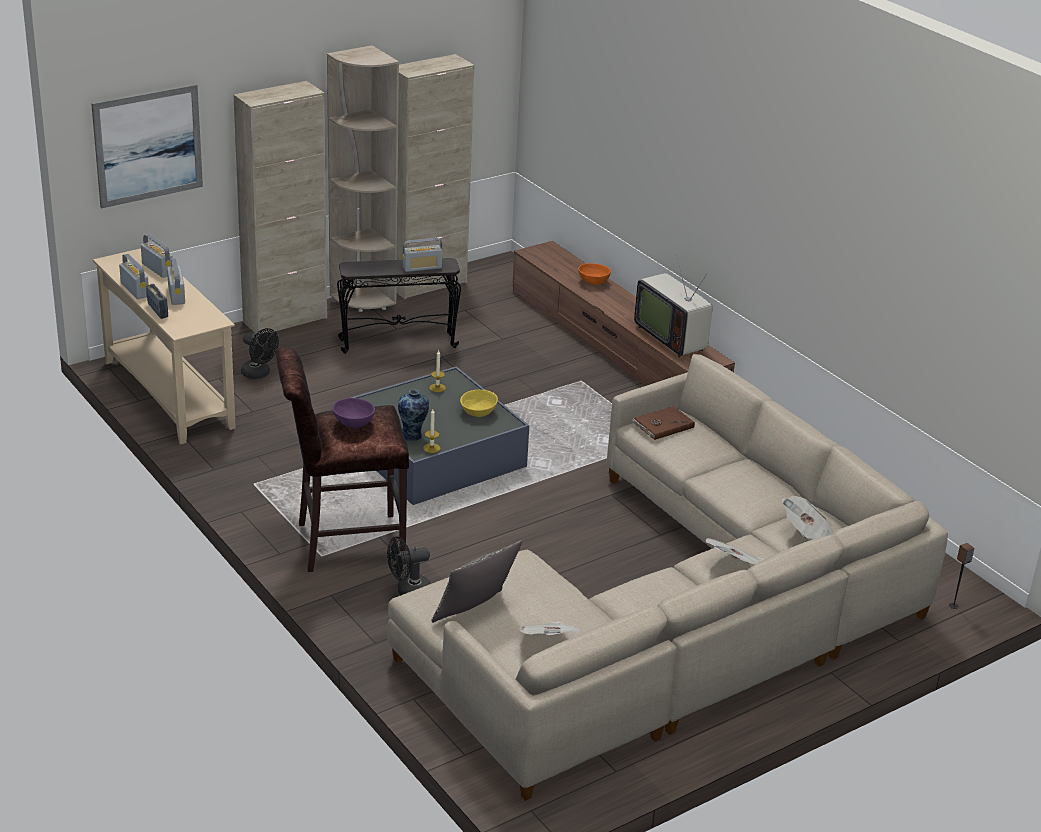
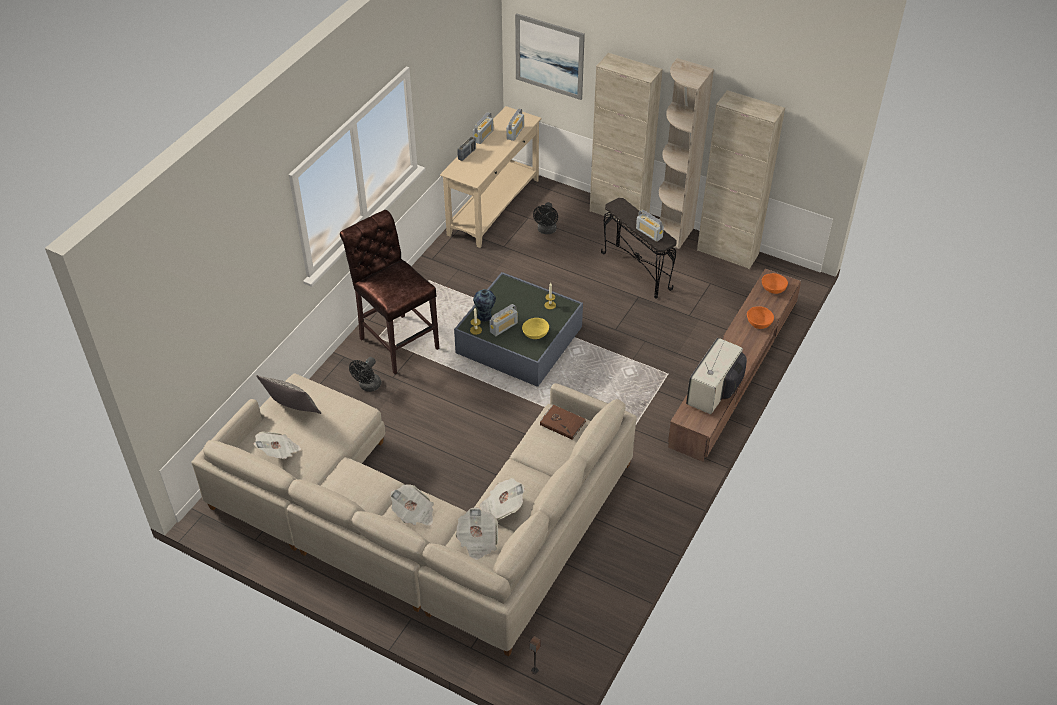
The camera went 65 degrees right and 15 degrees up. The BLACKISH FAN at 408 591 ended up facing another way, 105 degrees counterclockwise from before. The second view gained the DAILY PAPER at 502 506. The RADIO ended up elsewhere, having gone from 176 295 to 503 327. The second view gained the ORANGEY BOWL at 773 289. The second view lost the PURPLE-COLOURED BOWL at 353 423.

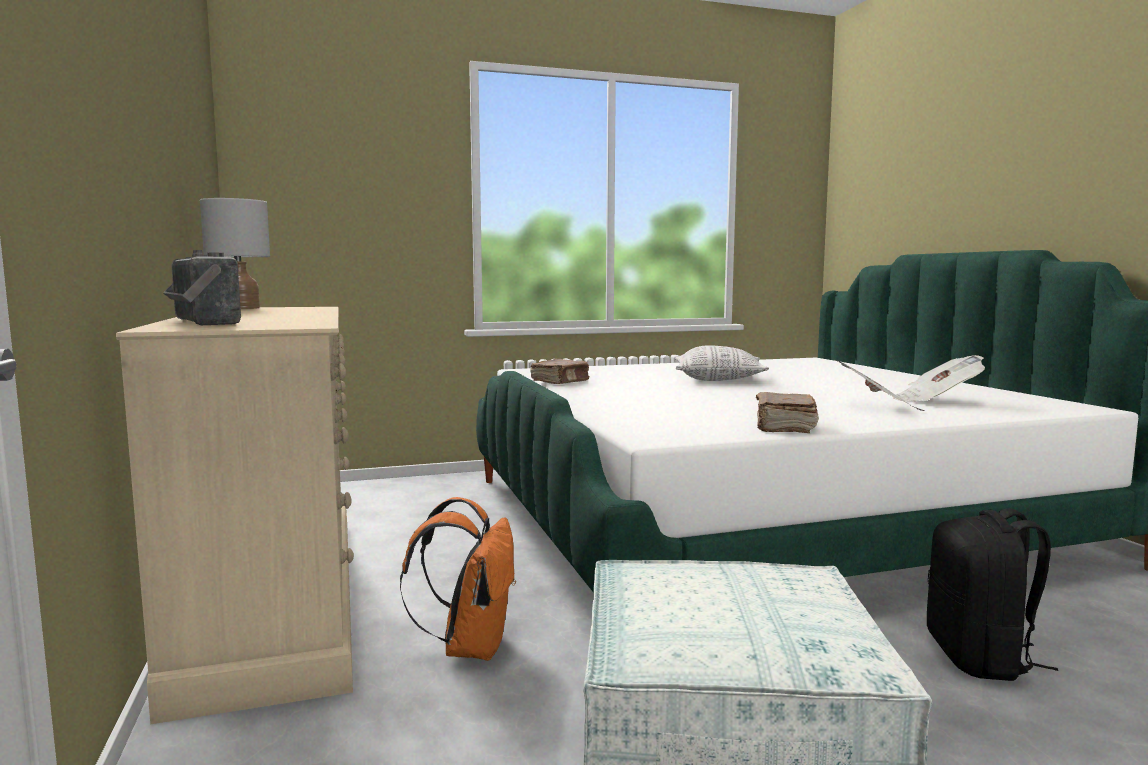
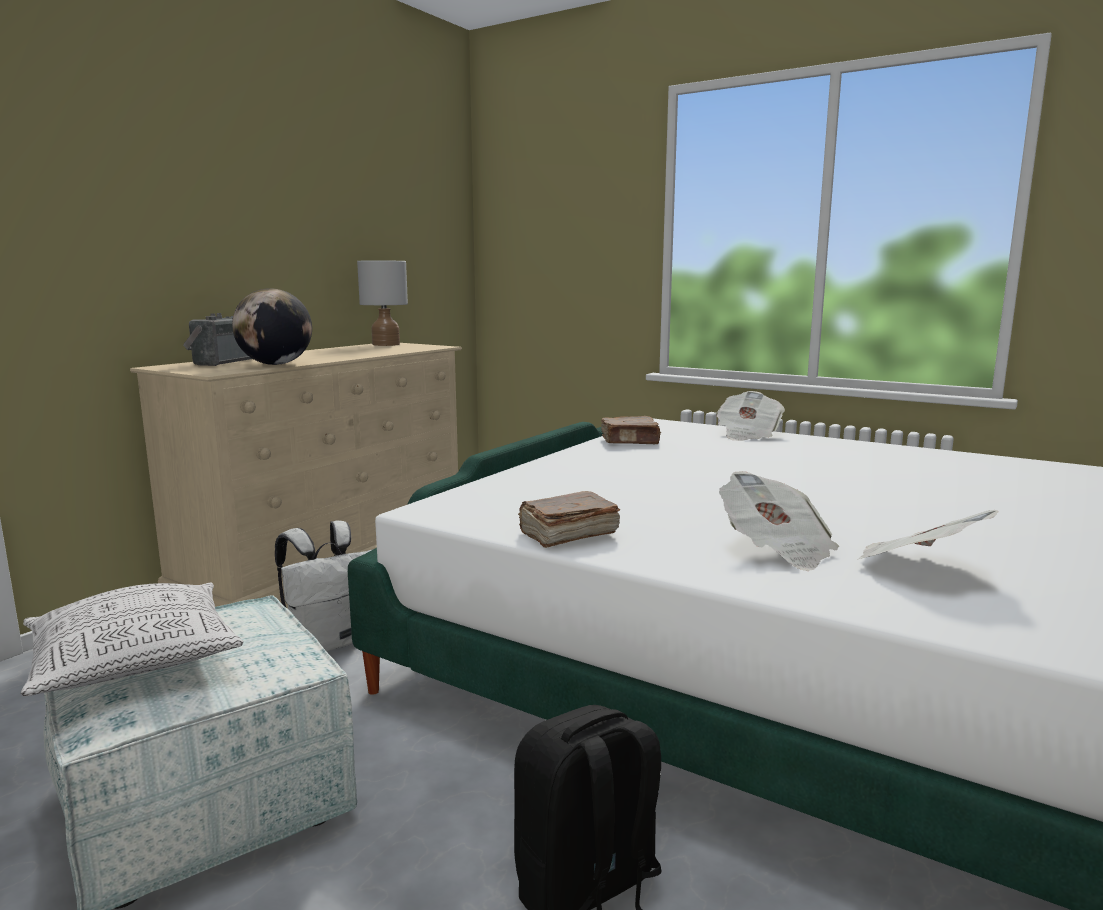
The camera went 50 degrees right and 5 degrees up. The THROW PILLOW ended up elsewhere, having gone from 718 379 to 134 662. The second view gained the DESK GLOBE at 275 364. What was the ORANGEY RUCKSACK at 471 646 turned into the WHITISH RUCKSACK at 328 641. The second view gained the DAILY PAPER at 747 434.

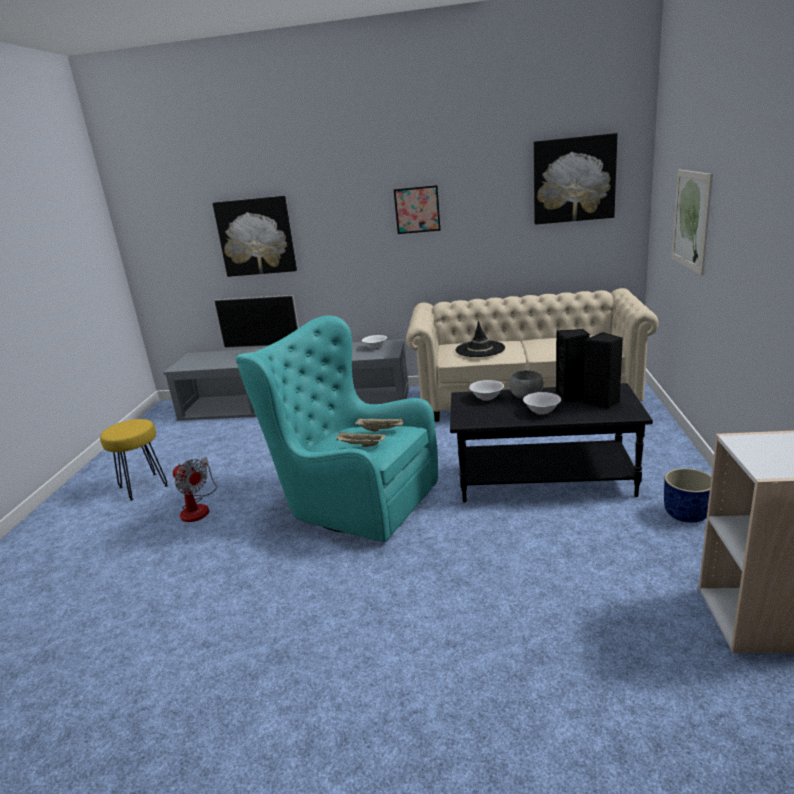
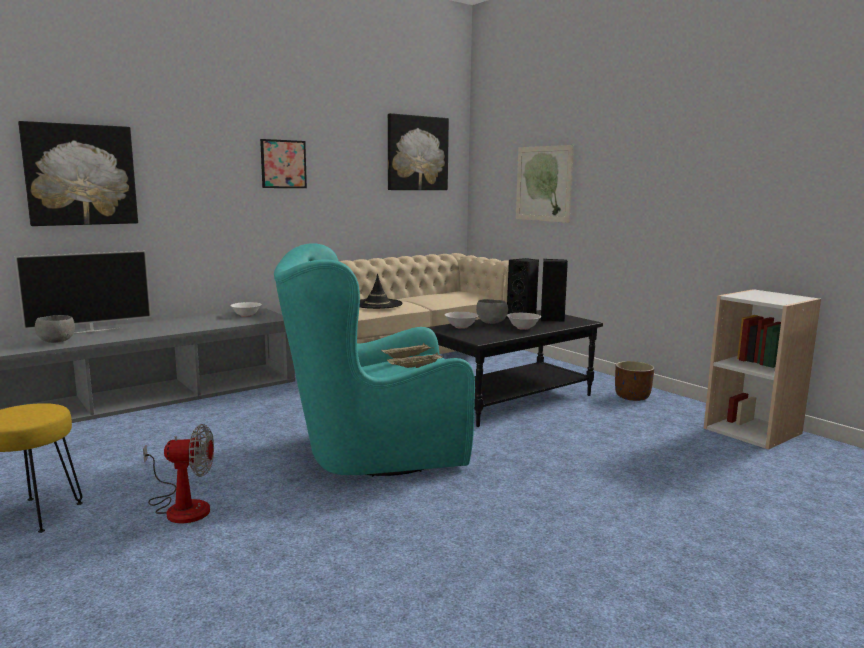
The camera went 45 degrees left and 10 degrees down. The second view gained the GREYISH BOWL at 56 341. What was the BLUE-COLOURED FLOWER POT at 687 514 turned into the BROWNISH FLOWER POT at 633 397.

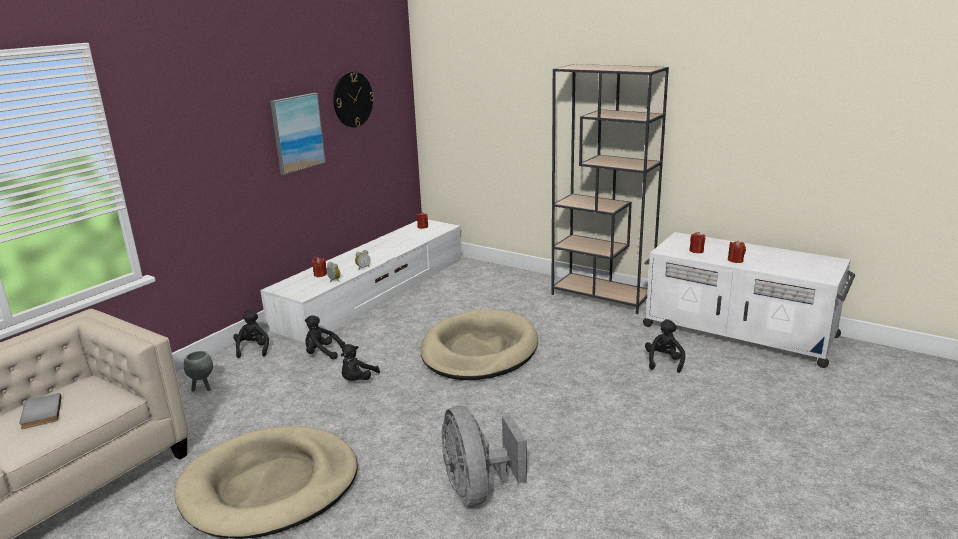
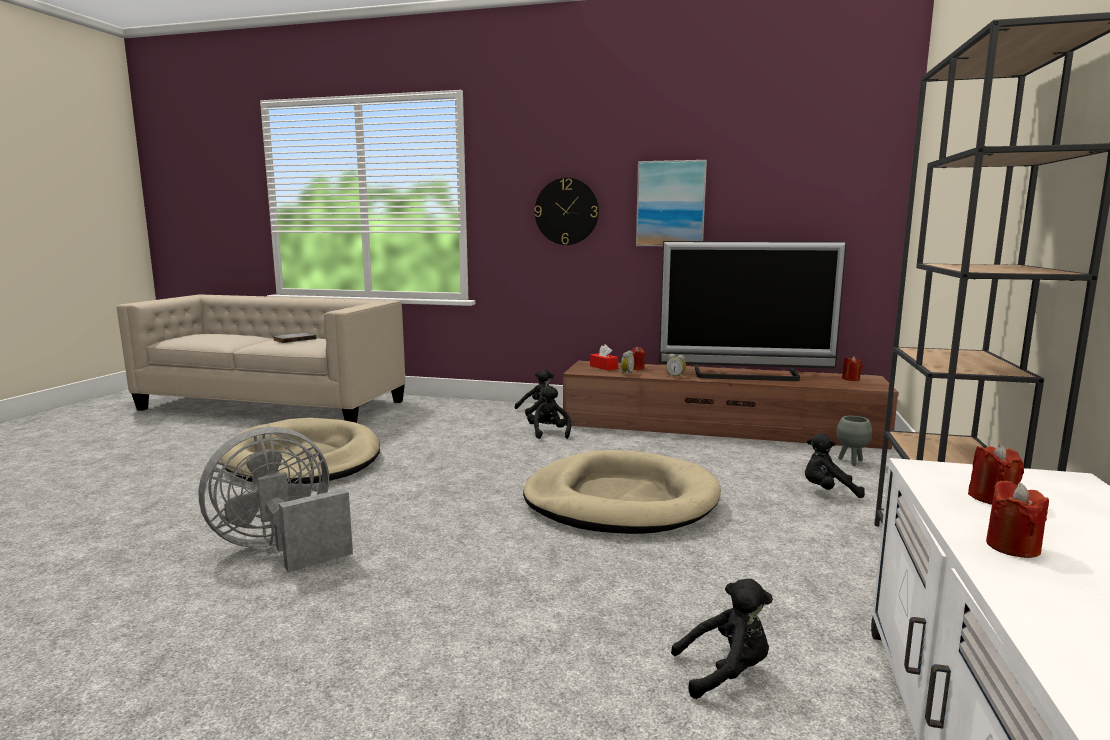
The camera went 70 degrees right and 10 degrees down. The WALL CLOCK ended up elsewhere, having gone from 352 99 to 566 211. What was the WHITISH MEDIA CONSOLE at 374 291 turned into the BROWNISH MEDIA CONSOLE at 718 426. The second view gained the RED TISSUE BOX at 603 367. The second view gained the TV at 746 375. The BLACKISH PLUSH TOY ended up elsewhere, having gone from 357 380 to 828 492. The GREYISH FLOWER POT ended up elsewhere, having gone from 203 388 to 851 462.

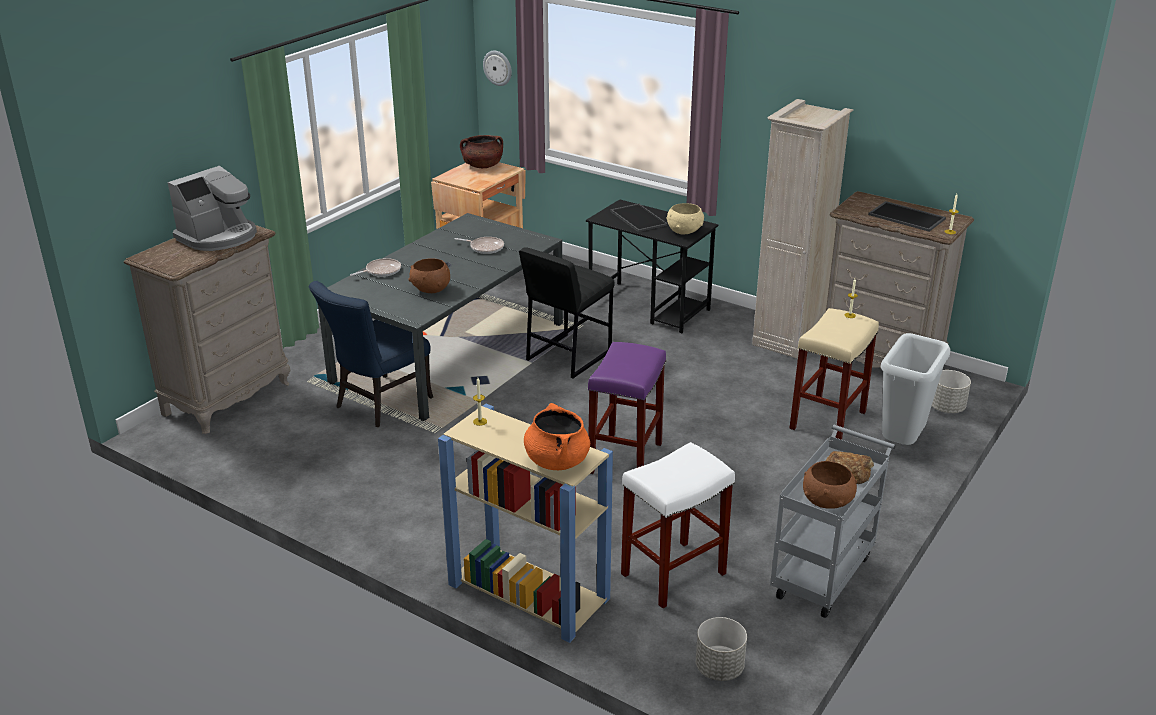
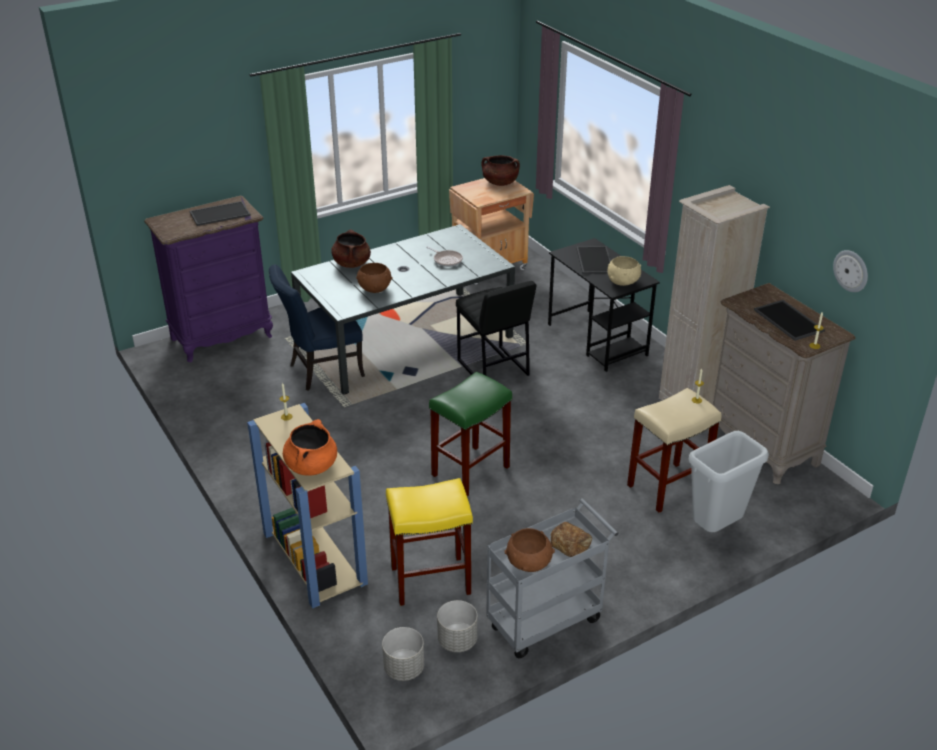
The camera went 25 degrees right and 5 degrees up. What was the SAND-COLOURED CHEST OF DRAWERS at 229 399 turned into the PURPLE-COLOURED CHEST OF DRAWERS at 223 338. Where the COFFEE MACHINE stood at 218 236, the TRAY came to stand at 220 213. Where the FRYING PAN stood at 381 271, the BROWNISH COOKING POT came to stand at 351 263. What was the WHITISH SITTING STOOL at 673 575 turned into the YELLOW-COLOURED SITTING STOOL at 429 581. What was the PURPLE-COLOURED SITTING STOOL at 625 459 turned into the GREEN SITTING STOOL at 470 471. The GREYISH FLOWER POT ended up elsewhere, having gone from 946 408 to 457 640. The BLACKISH CHAIR at 567 357 ended up facing another way, 90 degrees counterclockwise from before. The WALL CLOCK ended up elsewhere, having gone from 498 68 to 851 270.

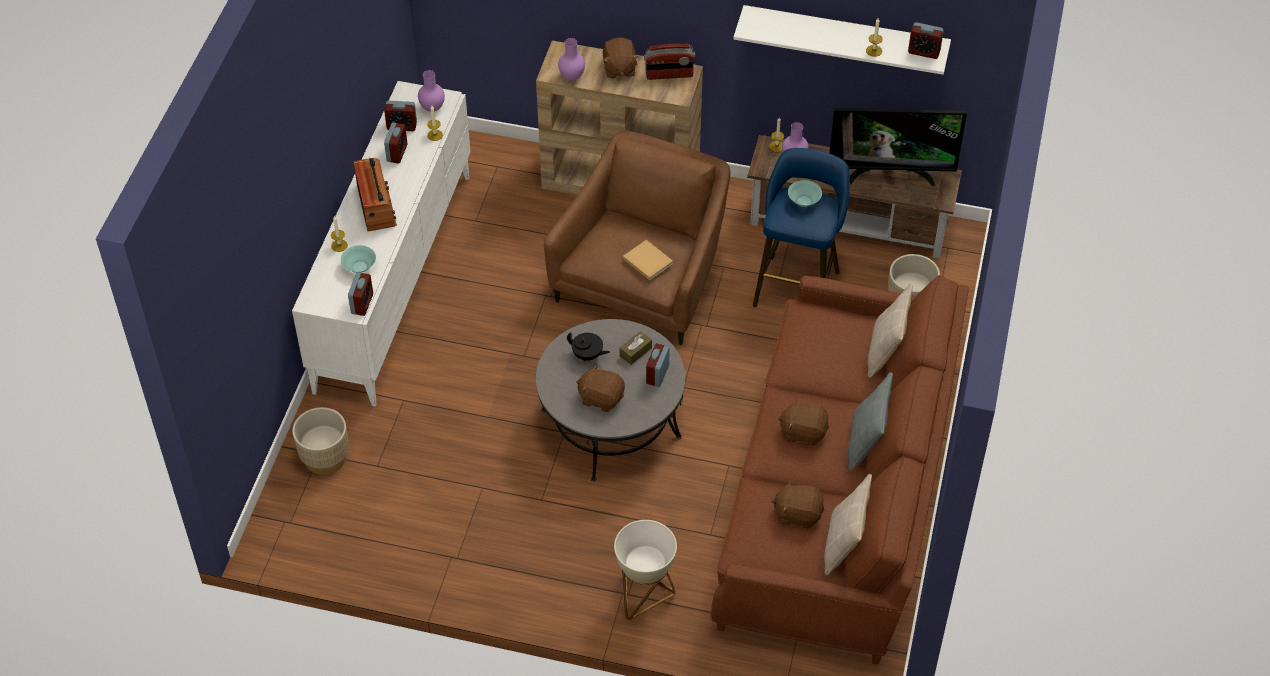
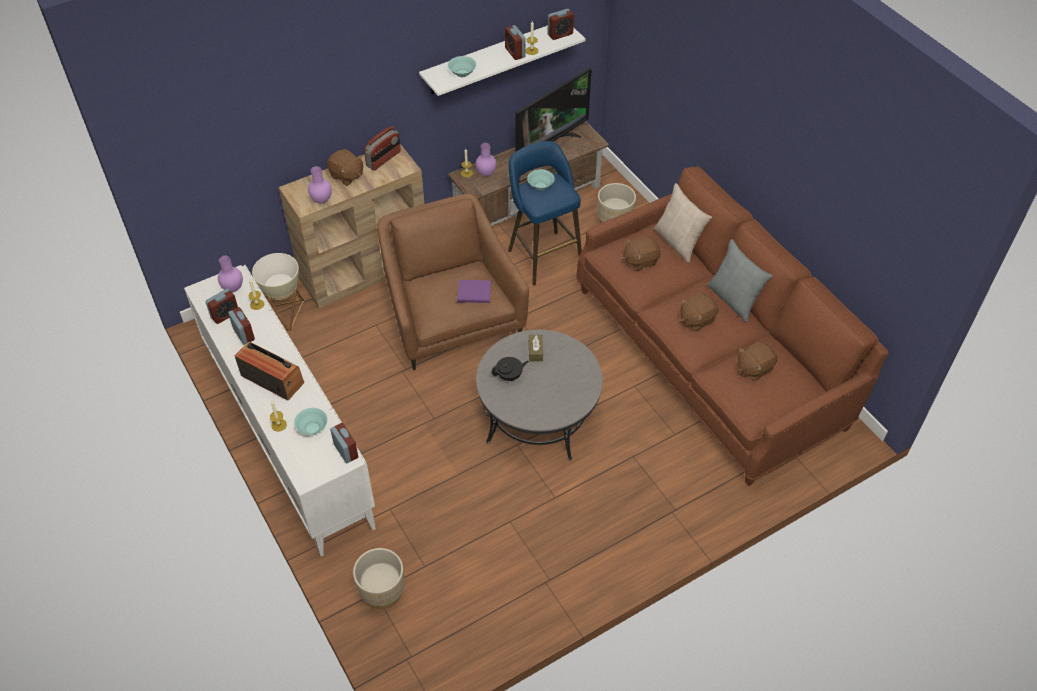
The camera went 45 degrees left and 0 degrees up. The FLOWER POT ended up elsewhere, having gone from 645 594 to 286 313. The second view gained the BLUE-GREEN BOWL at 462 73. What was the SAND-COLOURED VOLUME at 646 260 turned into the PURPLE-COLOURED VOLUME at 473 292. The ALARM CLOCK ended up elsewhere, having gone from 657 374 to 515 52. The BROWNISH PLUSH TOY ended up elsewhere, having gone from 601 398 to 640 261. The second view lost the SAND-COLOURED THROW PILLOW at 844 545.

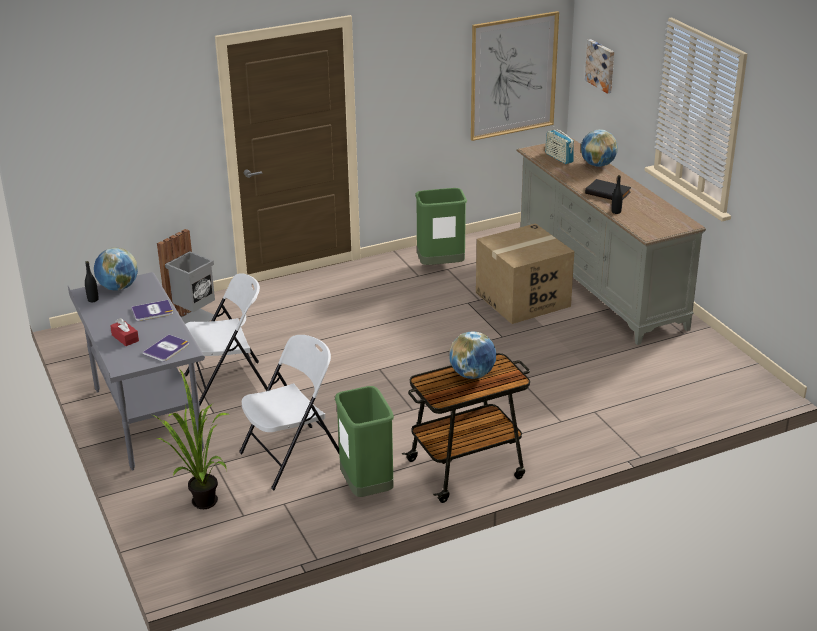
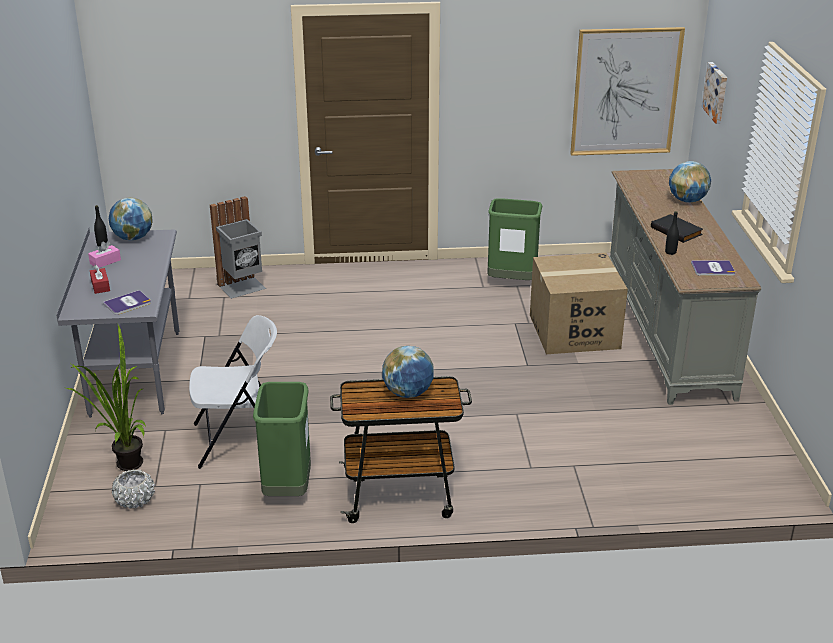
The camera went 20 degrees right and 0 degrees up. The second view gained the PINK TISSUE BOX at 105 262. The second view gained the WHITISH FLOWER POT at 134 500. The VOLUME ended up elsewhere, having gone from 152 311 to 713 269. The second view lost the WHITISH CHAIR at 228 385. The second view lost the RADIO at 559 158.

